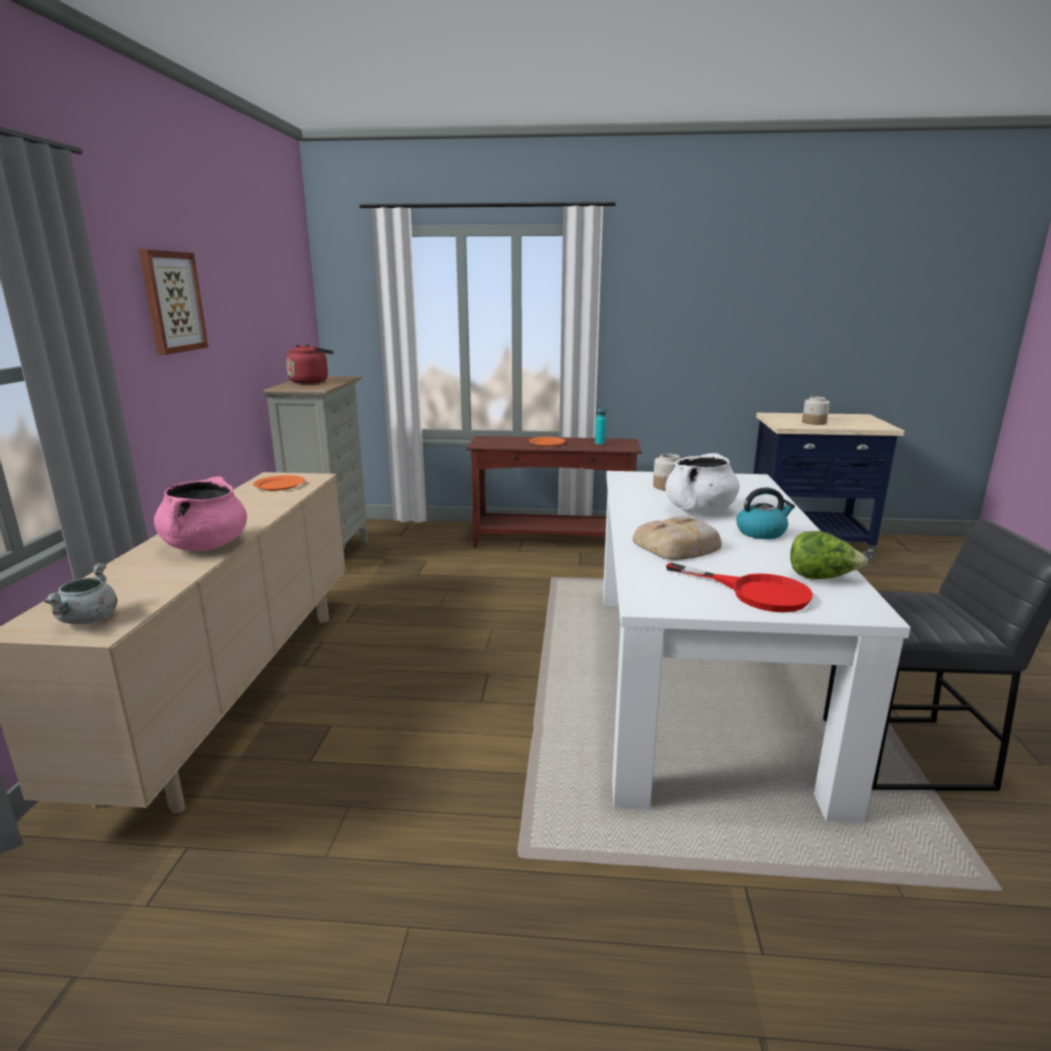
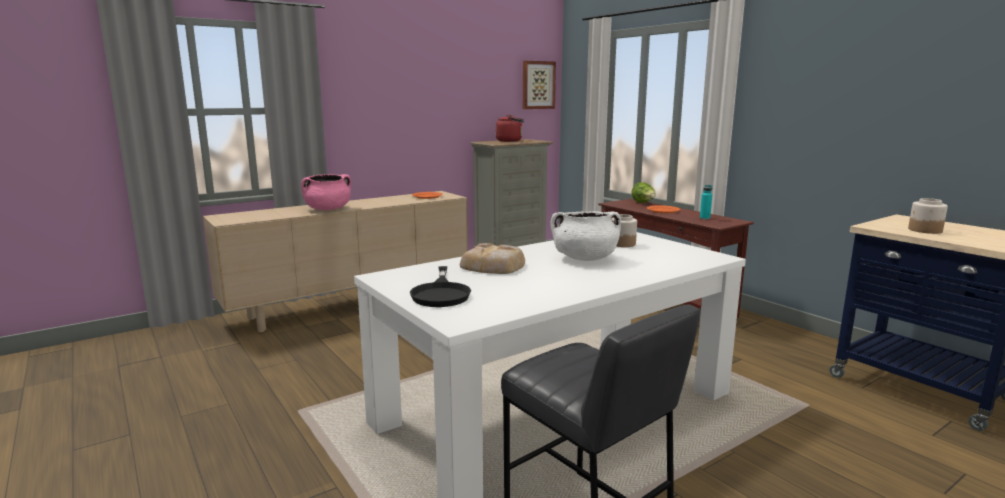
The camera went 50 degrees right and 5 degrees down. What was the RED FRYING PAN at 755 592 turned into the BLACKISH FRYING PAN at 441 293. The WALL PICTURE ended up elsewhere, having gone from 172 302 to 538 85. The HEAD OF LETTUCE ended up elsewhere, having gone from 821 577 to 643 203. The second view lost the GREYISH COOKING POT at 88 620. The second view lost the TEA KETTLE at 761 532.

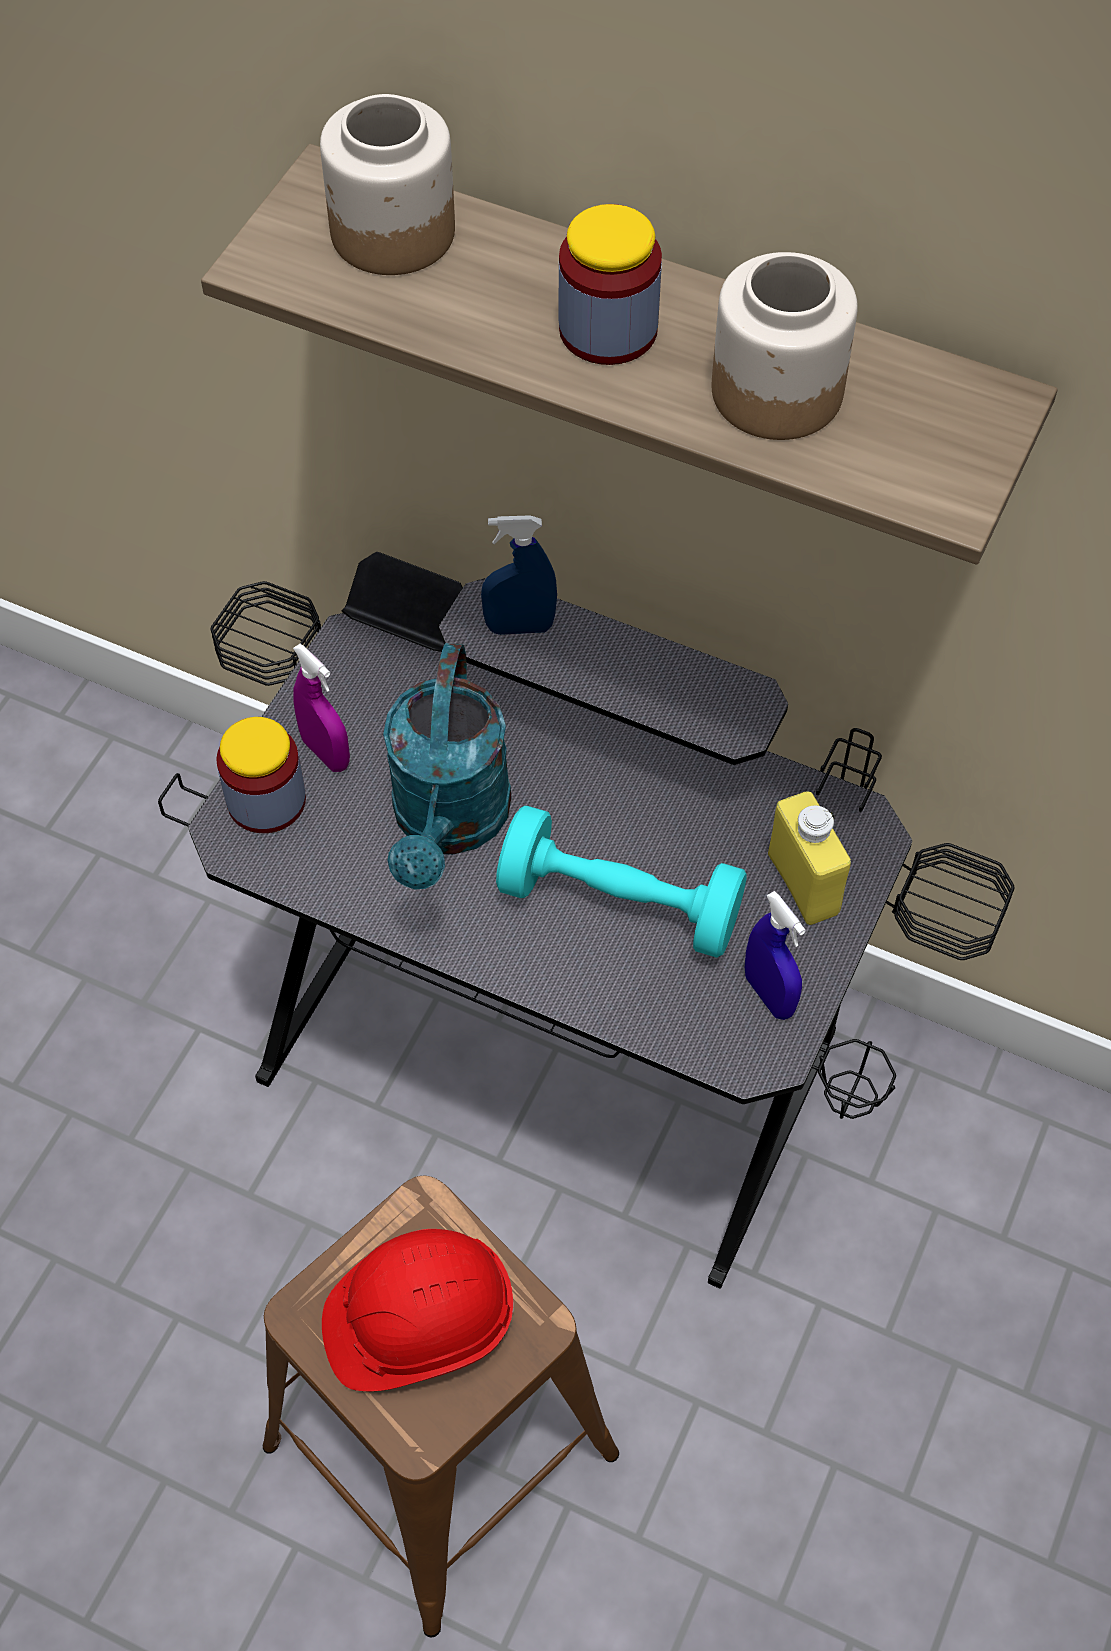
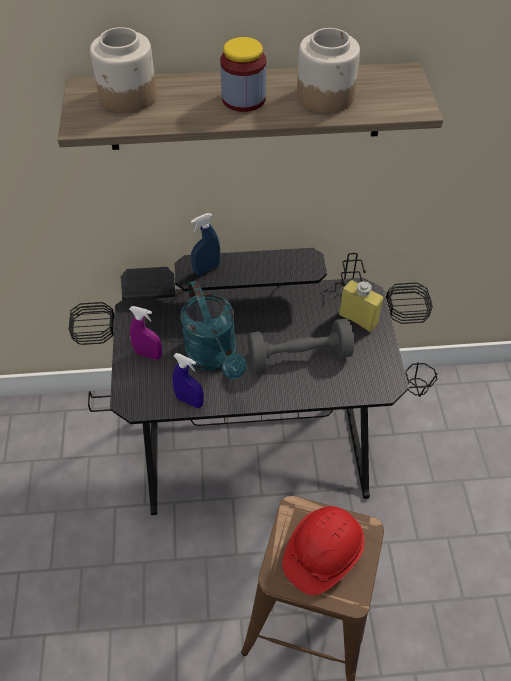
The camera went 30 degrees left and 5 degrees down. The BLUE-COLOURED SPRAY BOTTLE ended up elsewhere, having gone from 769 995 to 189 401. What was the BLUE-GREEN FREE WEIGHT at 620 904 turned into the GREYISH FREE WEIGHT at 299 356. The second view lost the STORAGE JAR at 266 801.

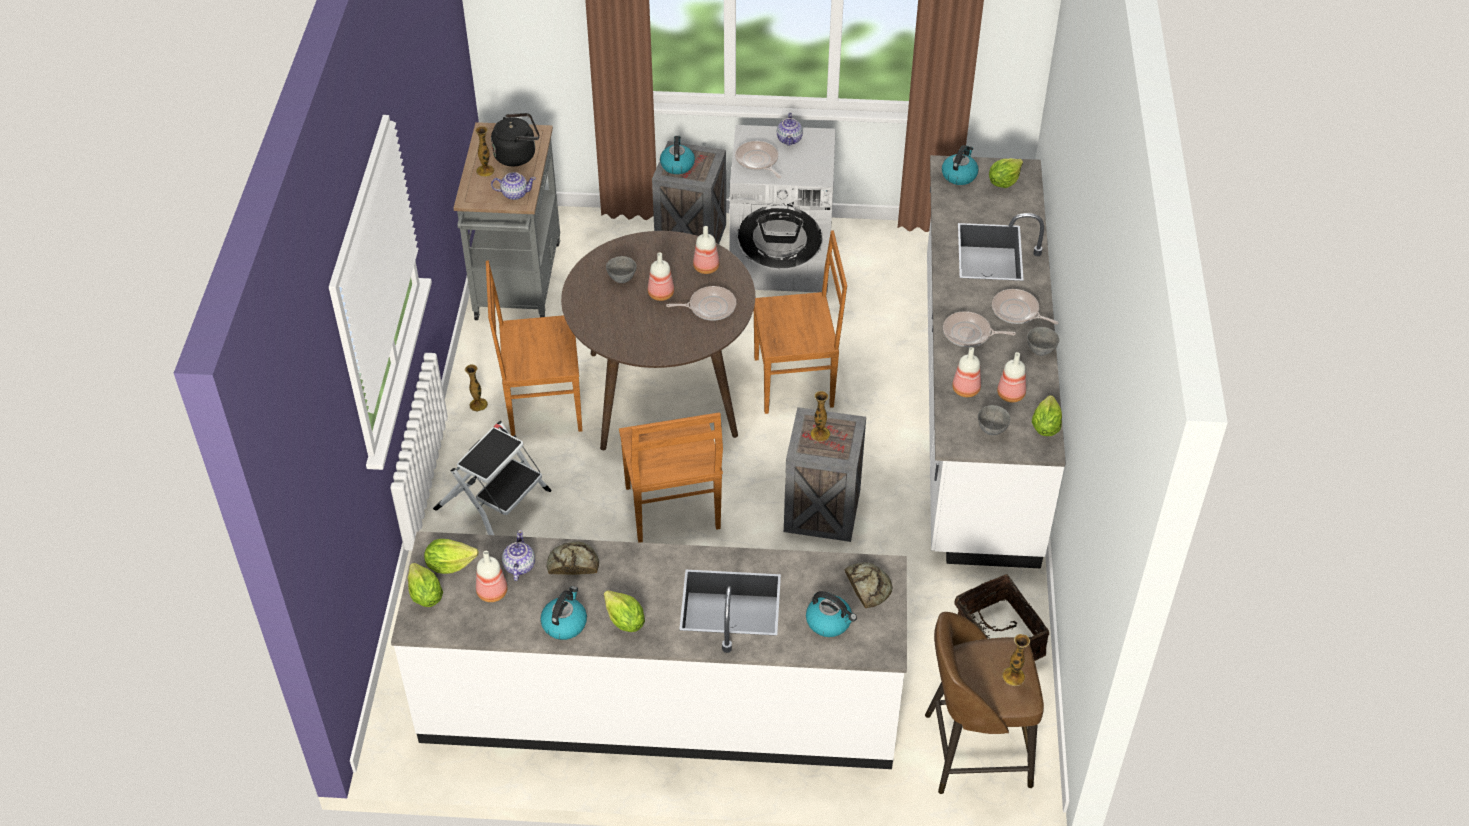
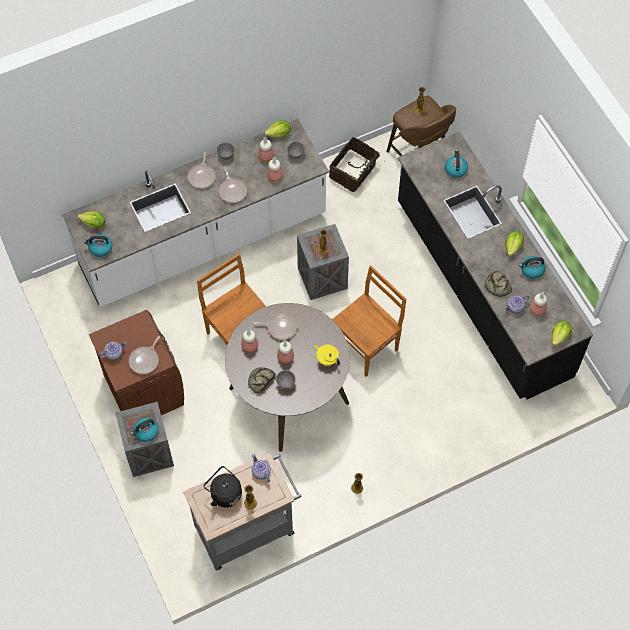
The camera went 120 degrees left and 15 degrees up. What was the WHITISH LAUNDRY APPLIANCE at 781 264 turned into the BROWNISH LAUNDRY APPLIANCE at 144 390. The BAKED BREAD ended up elsewhere, having gone from 867 586 to 260 380. The FRYING PAN at 709 307 ended up facing another way, 135 degrees clockwise from before. The second view gained the YELLOW-COLOURED TEA POT at 327 359. What was the WHITISH KITCHEN COUNTER at 659 702 turned into the BLACKISH KITCHEN COUNTER at 481 289. The second view lost the HEAD OF LETTUCE at 449 565. The second view lost the STEP LADDER at 493 502. The second view lost the BROWNISH CHAIR at 541 405.

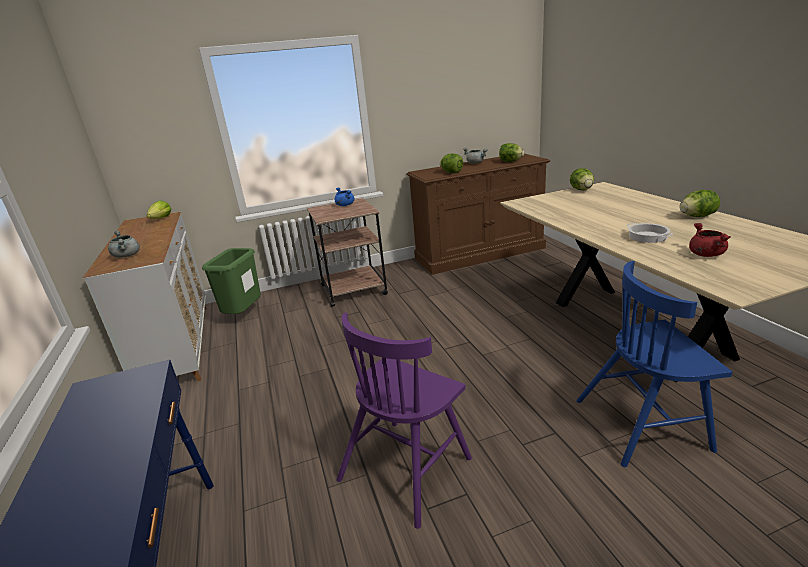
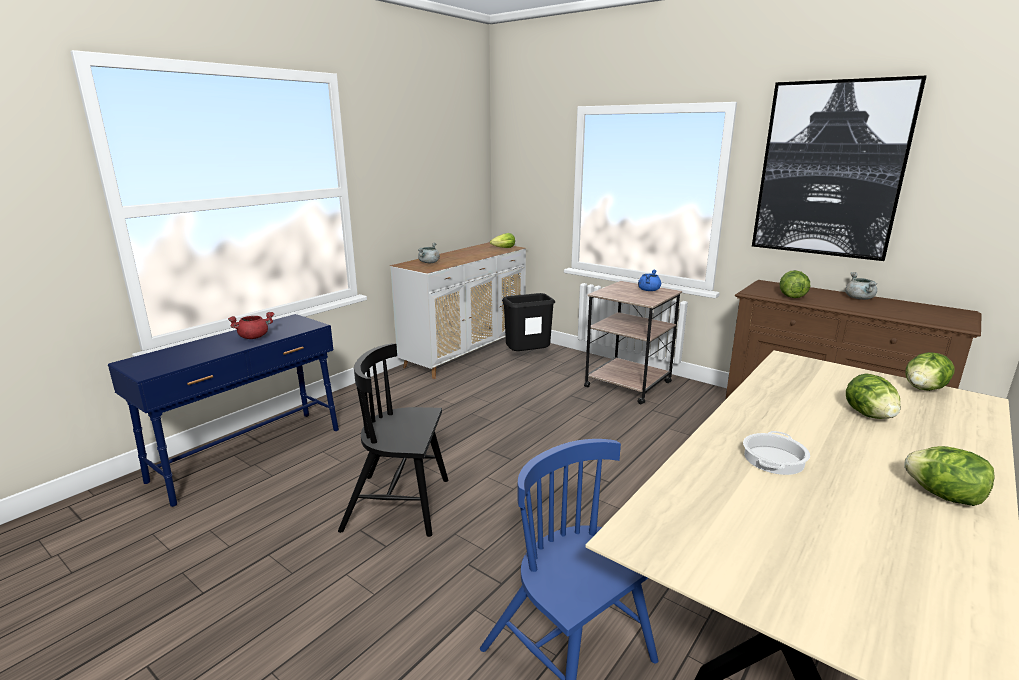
The camera went 55 degrees right and 5 degrees down. The RED COOKING POT ended up elsewhere, having gone from 705 254 to 254 337. What was the PURPLE-COLOURED CHAIR at 409 463 turned into the BLACKISH CHAIR at 403 504. What was the GREEN WASTE BIN at 244 315 turned into the BLACKISH WASTE BIN at 527 357. The second view gained the WALL PICTURE at 830 170. The HEAD OF LETTUCE ended up elsewhere, having gone from 510 161 to 869 415.

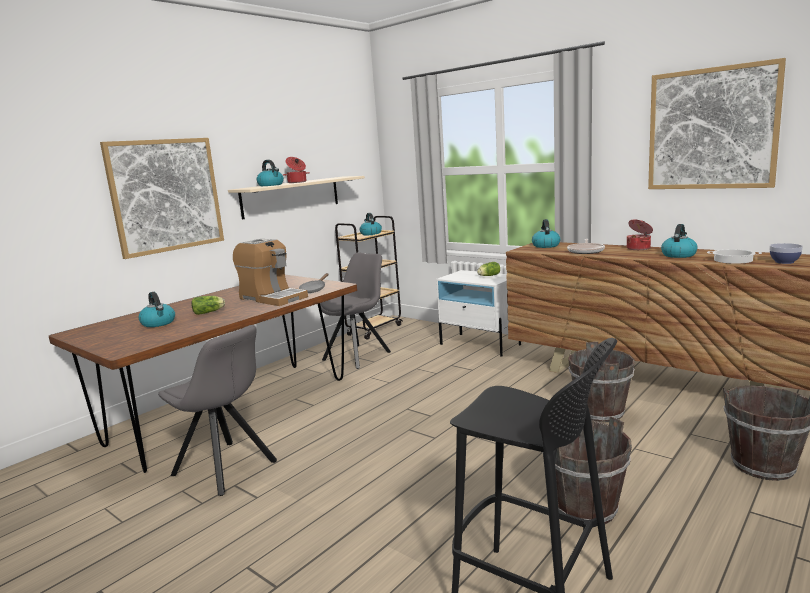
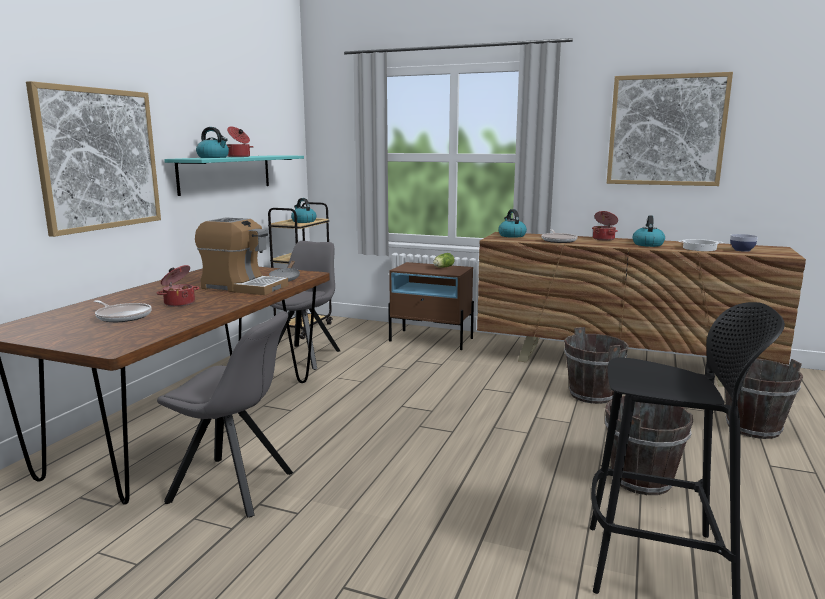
The camera went 20 degrees left and 0 degrees up. Where the TEA KETTLE stood at 159 323, the FRYING PAN came to stand at 122 316. Where the HEAD OF LETTUCE stood at 209 312, the COOKING POT came to stand at 179 303. What was the SAND-COLOURED WALL SHELF at 291 196 turned into the BLUE-GREEN WALL SHELF at 226 173. What was the WHITISH NIGHT TABLE at 480 344 turned into the BROWNISH NIGHT TABLE at 431 339.

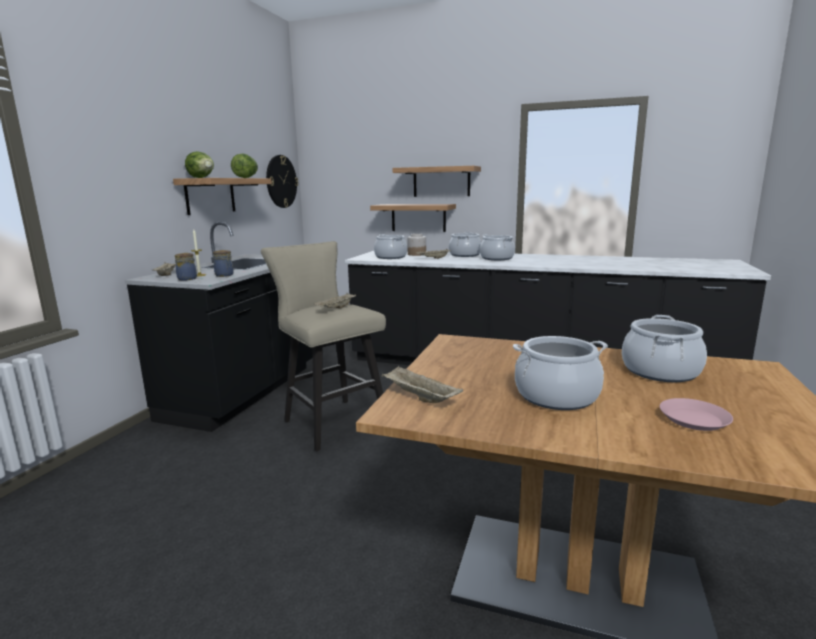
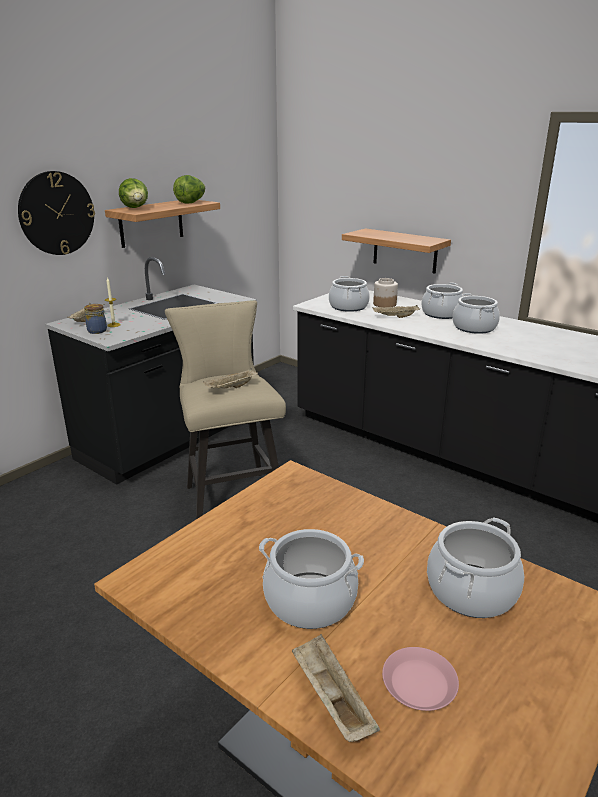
The camera went 20 degrees right and 10 degrees up. The WALL CLOCK ended up elsewhere, having gone from 281 181 to 56 213. The SAND-COLOURED TRAY ended up elsewhere, having gone from 419 397 to 330 699. The second view lost the STORAGE JAR at 225 275. The second view lost the WALL SHELF at 441 182.

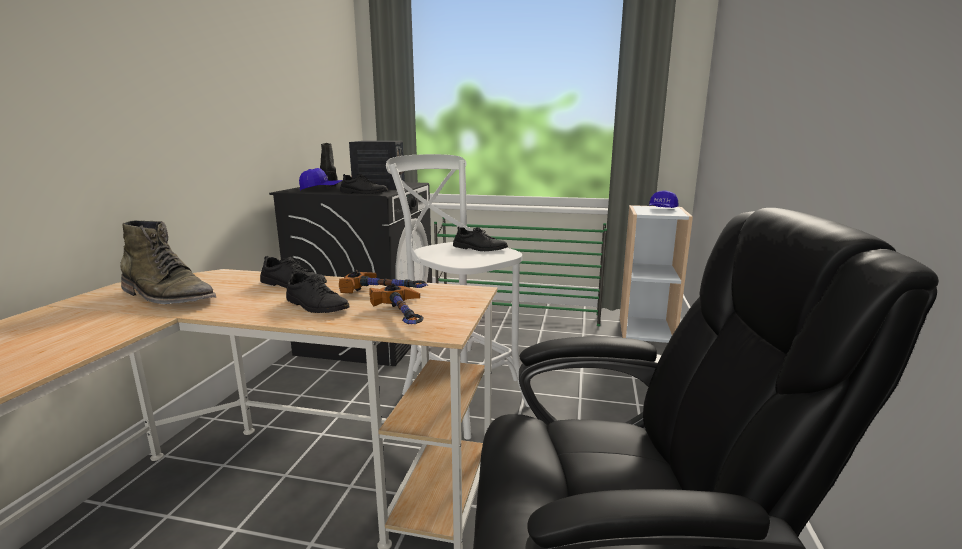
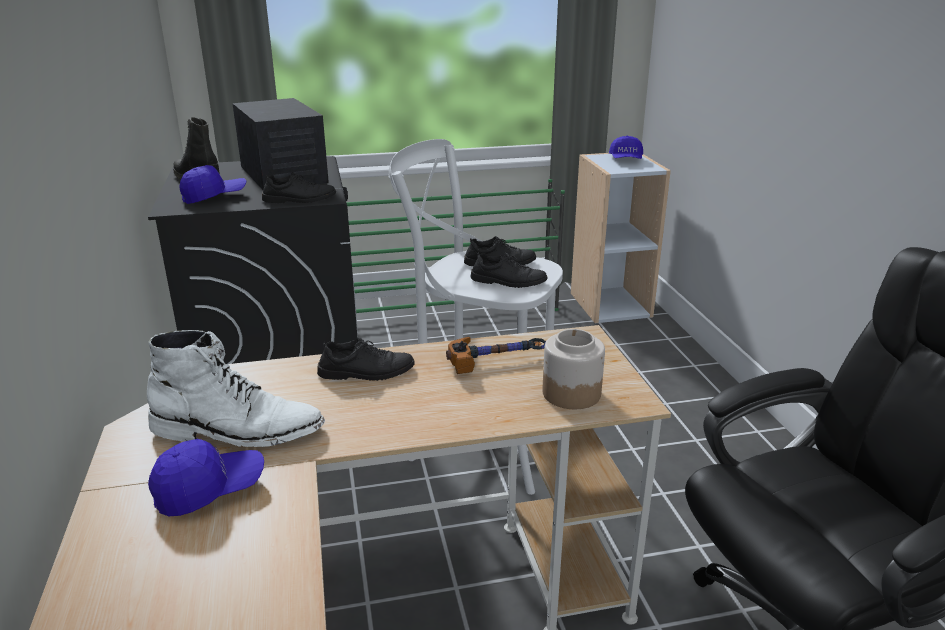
The camera went 25 degrees left and 10 degrees up. What was the GREEN TALL BOOT at 168 297 turned into the WHITISH TALL BOOT at 238 431. The second view gained the BLUE-COLOURED PEAKED CAP at 209 490. The BLACKISH LOW SHOE ended up elsewhere, having gone from 316 305 to 508 281. Where the HAMMER stood at 404 318, the STORAGE JAR came to stand at 571 393.

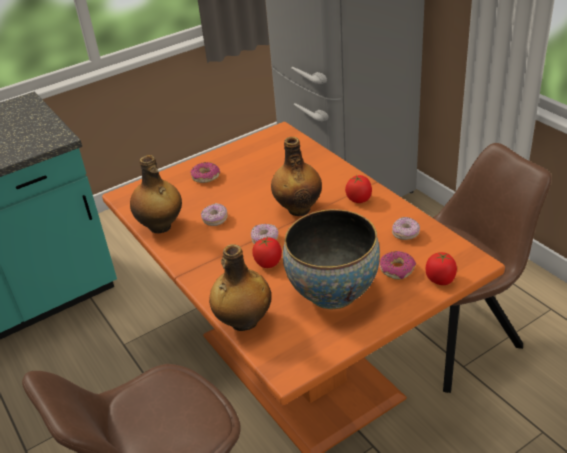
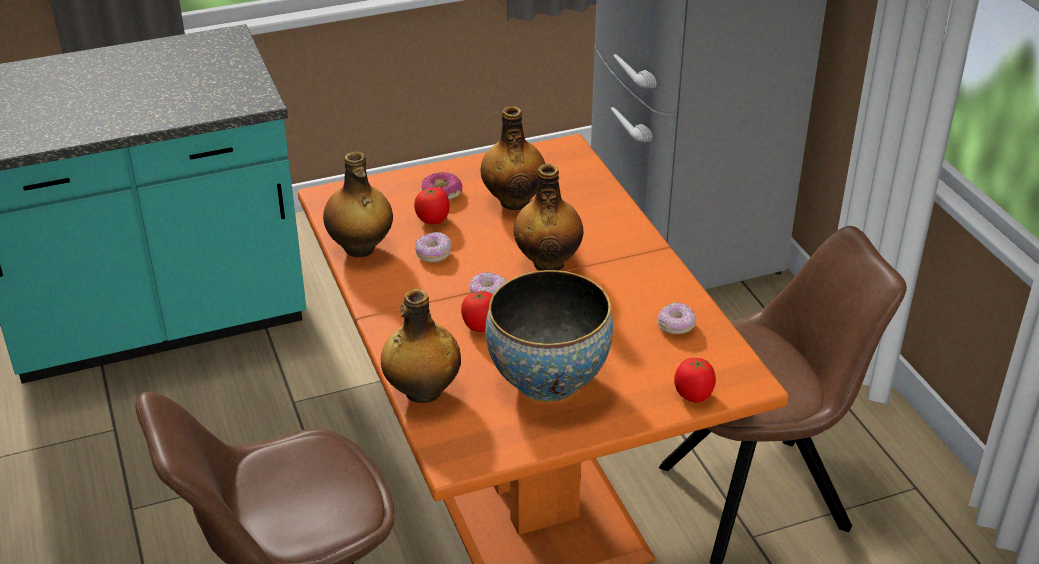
The camera went 10 degrees right and 0 degrees up. The TOMATO ended up elsewhere, having gone from 359 199 to 433 219. The second view gained the BEVERAGE BOTTLE at 514 201. The second view lost the RING DOUGHNUT at 397 269.

